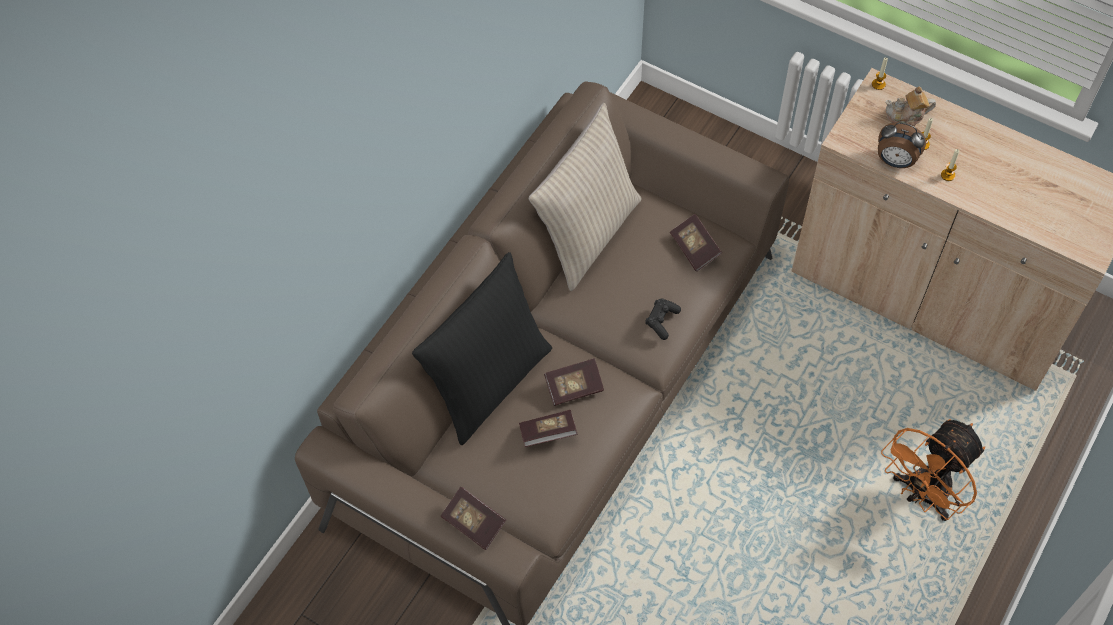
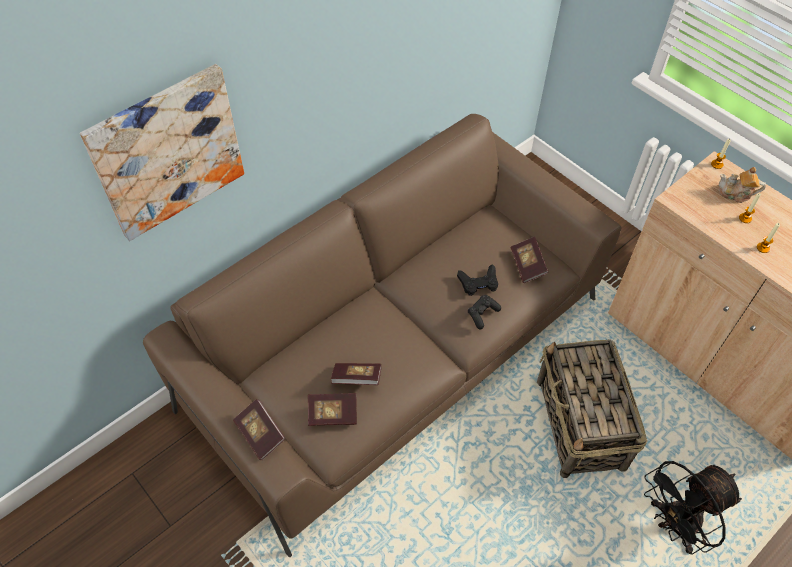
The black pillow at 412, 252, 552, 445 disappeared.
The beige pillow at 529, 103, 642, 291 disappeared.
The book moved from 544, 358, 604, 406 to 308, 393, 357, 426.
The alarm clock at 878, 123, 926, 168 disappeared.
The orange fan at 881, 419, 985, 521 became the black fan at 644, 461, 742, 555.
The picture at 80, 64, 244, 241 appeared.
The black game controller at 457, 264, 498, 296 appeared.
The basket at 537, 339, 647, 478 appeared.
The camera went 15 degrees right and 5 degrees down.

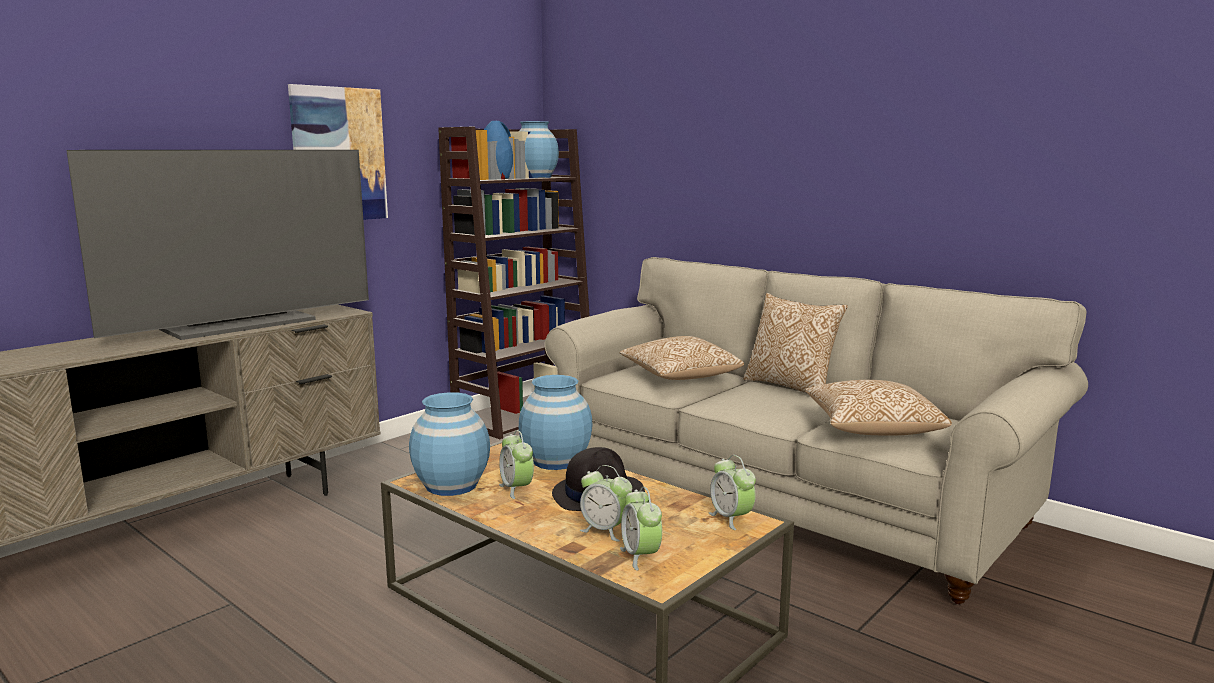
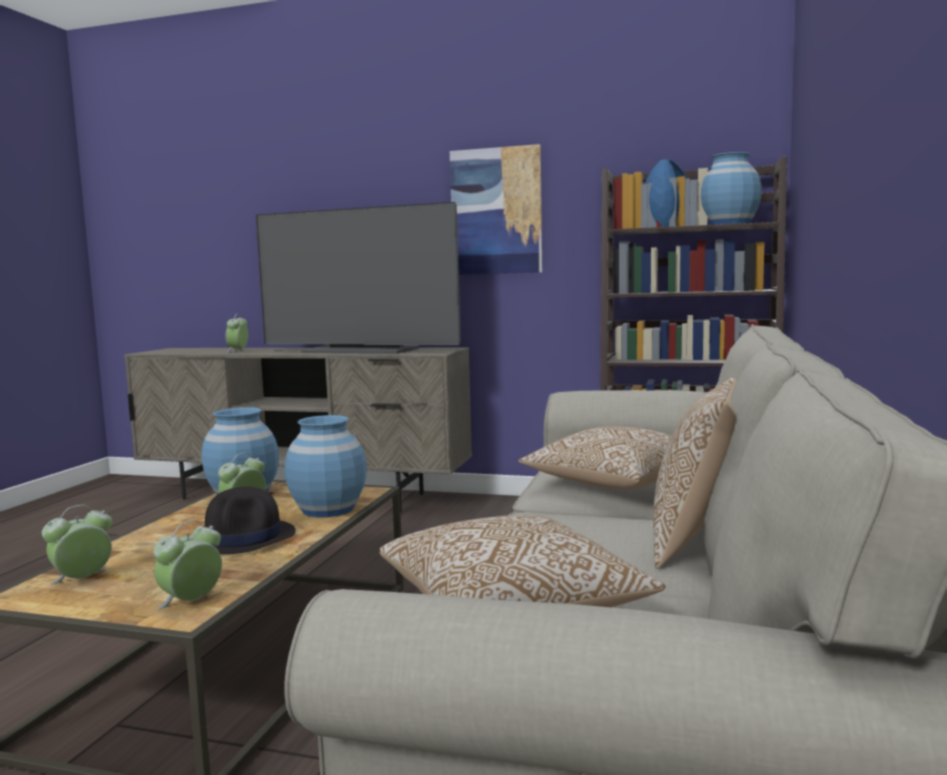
The alarm clock moved from 580, 465, 632, 542 to 225, 313, 248, 353.
The camera went 65 degrees right and 5 degrees down.

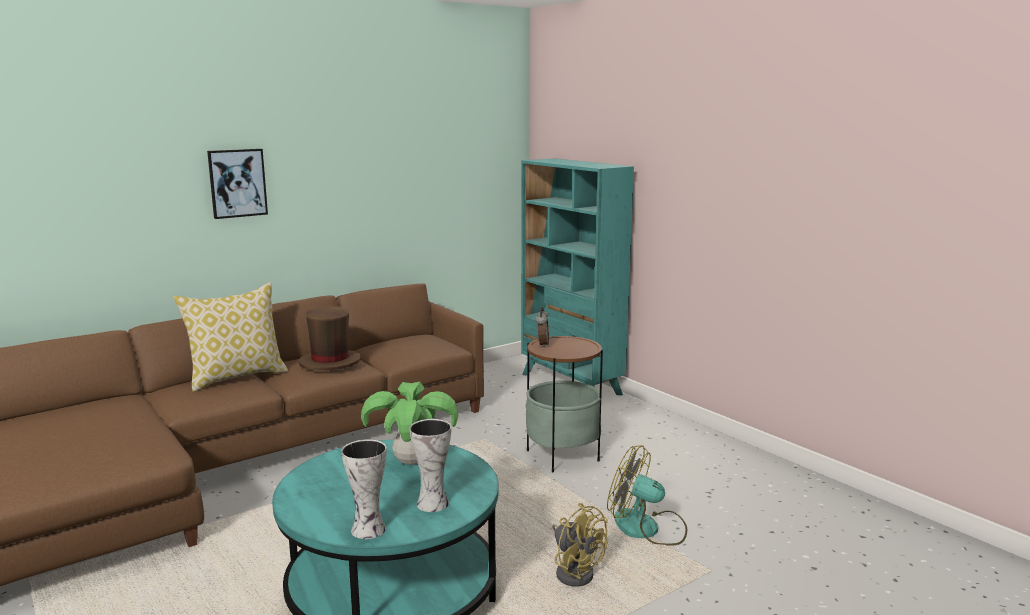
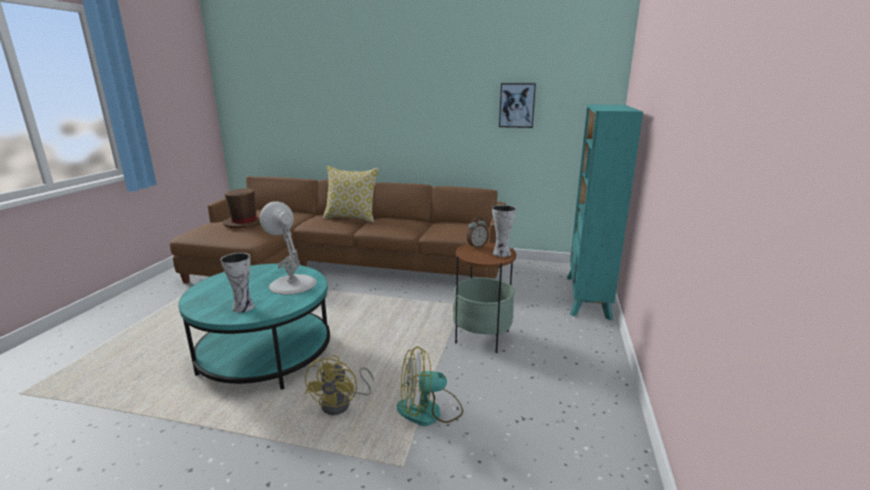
The picture moved from 207, 149, 268, 219 to 499, 83, 536, 128.
The brown hat moved from 298, 306, 361, 371 to 223, 188, 260, 228.
The vase moved from 341, 439, 387, 539 to 492, 205, 516, 257.
The potted plant at 361, 382, 458, 465 was replaced by the white table lamp at 260, 201, 317, 295.
The fan at 607, 445, 687, 546 turned 90 degrees counterclockwise.
The camera went 50 degrees right and 5 degrees up.

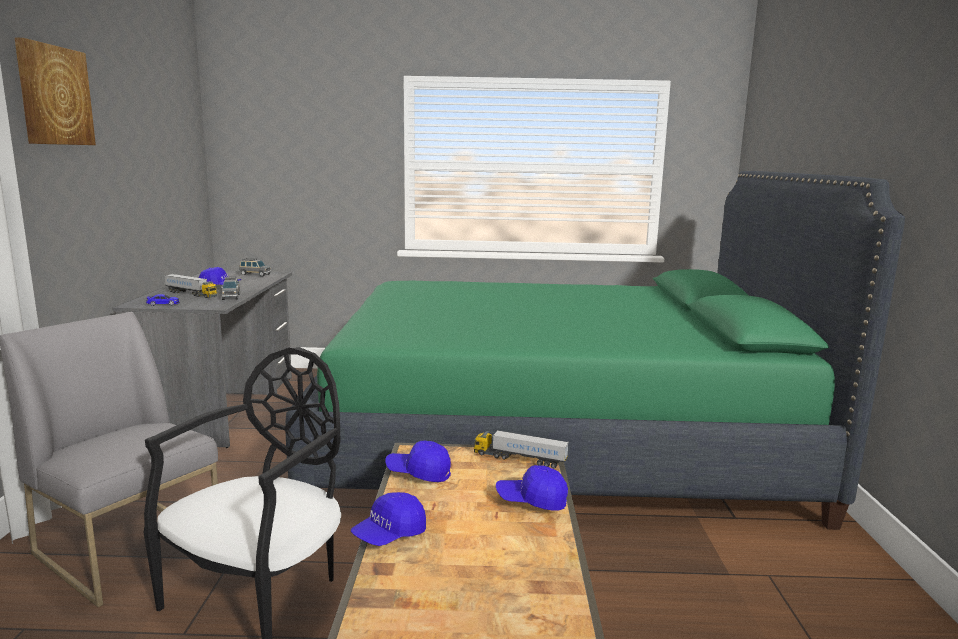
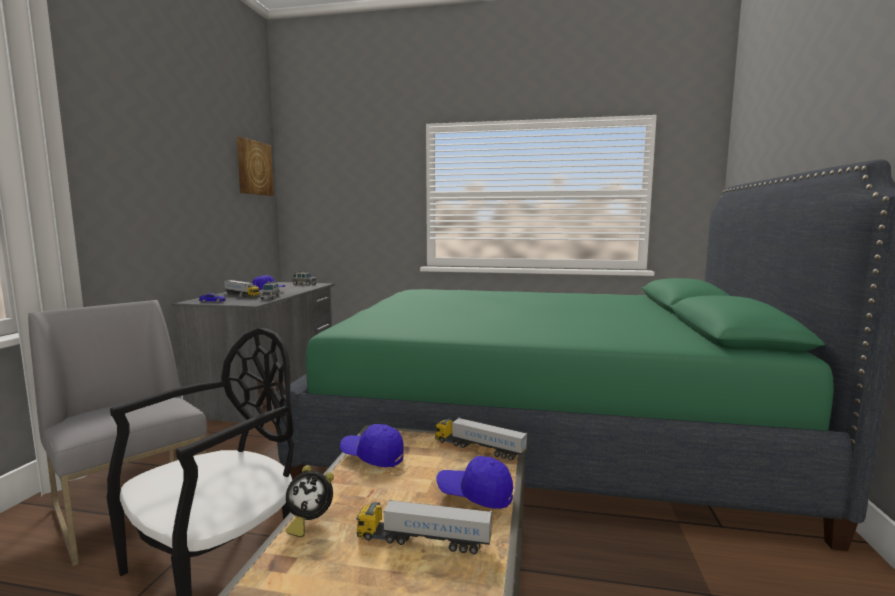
The picture moved from 15, 38, 96, 145 to 237, 137, 274, 196.
The blue cap at 351, 492, 426, 546 was replaced by the alarm clock at 286, 465, 334, 537.
The toy truck at 356, 499, 492, 554 appeared.
The camera went 10 degrees right and 5 degrees down.

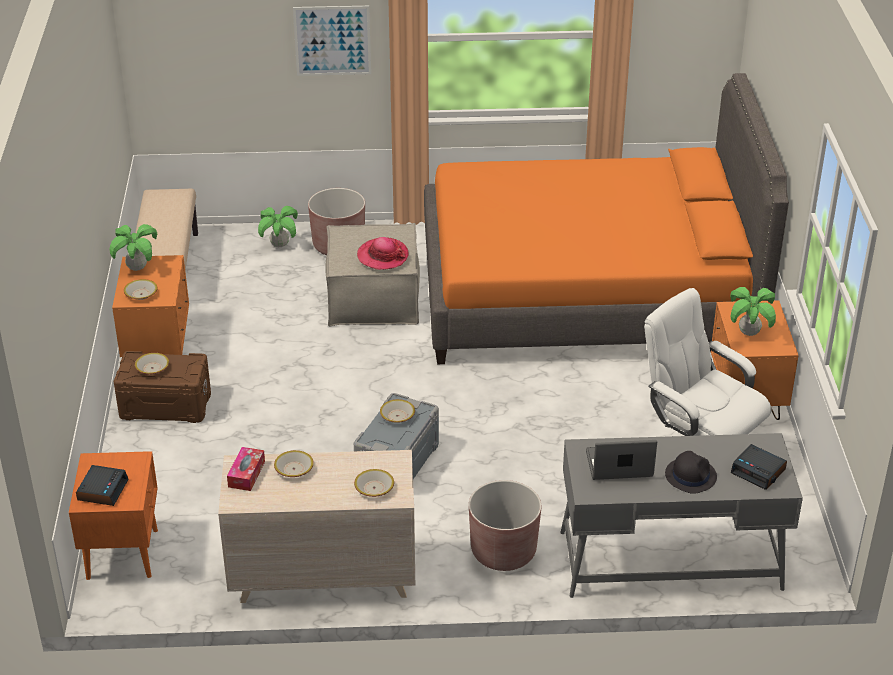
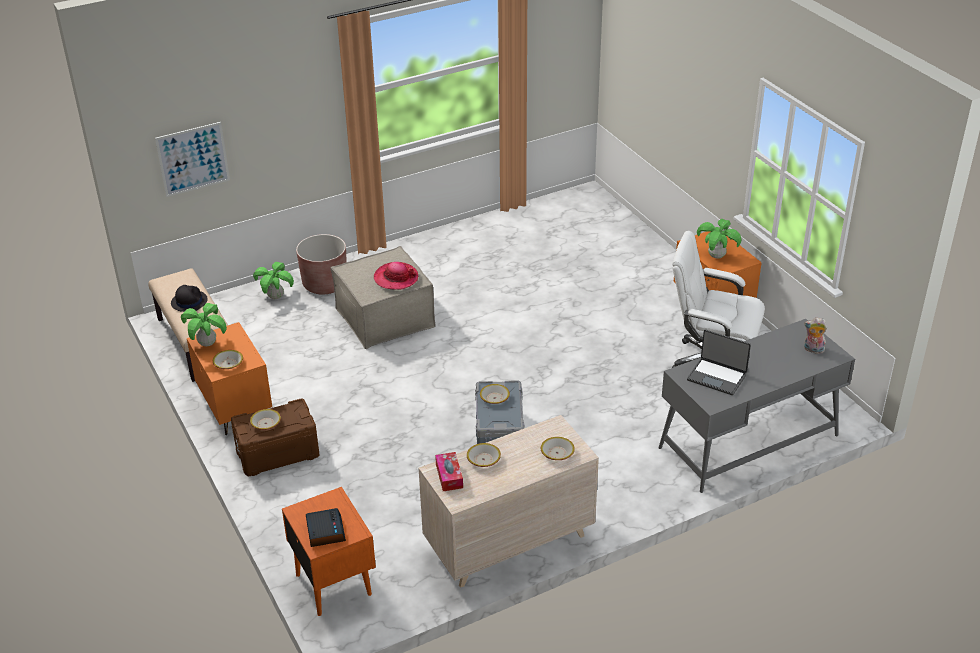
The picture moved from 293, 6, 371, 76 to 155, 122, 230, 197.
The orange bed at 424, 73, 789, 364 disappeared.
The brown planter at 469, 480, 541, 571 disappeared.
The laptop at 586, 440, 657, 480 turned 120 degrees counterclockwise.
The black hat moved from 665, 451, 717, 494 to 171, 285, 208, 312.
The alarm clock at 731, 444, 787, 490 was replaced by the plush toy at 804, 318, 827, 354.
The camera went 25 degrees left and 0 degrees up.

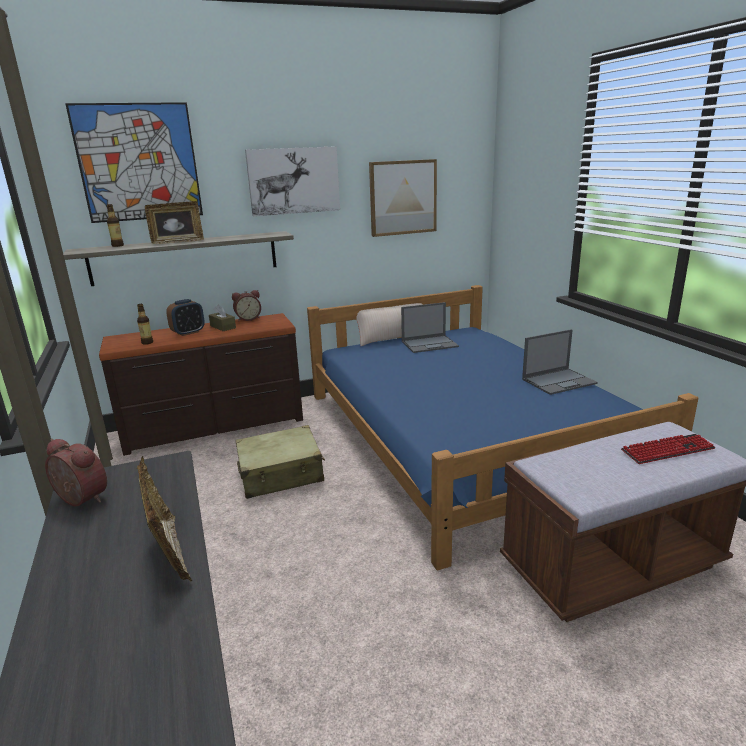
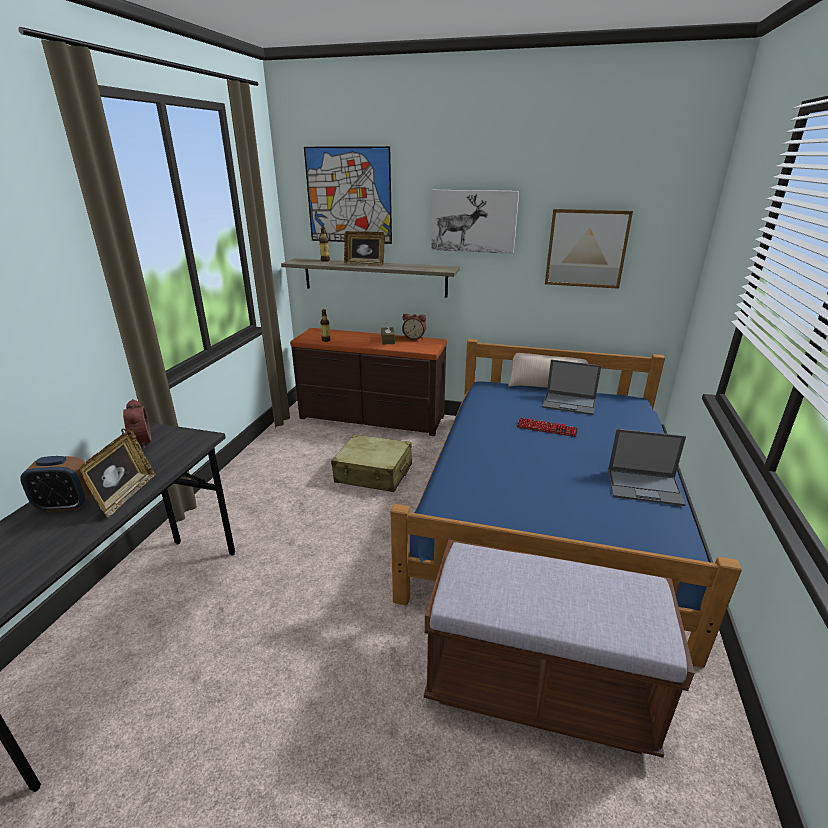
The alarm clock moved from 166, 299, 205, 336 to 20, 456, 91, 512.
The keyboard moved from 621, 434, 715, 464 to 517, 417, 578, 437.
The camera went 35 degrees right and 5 degrees up.

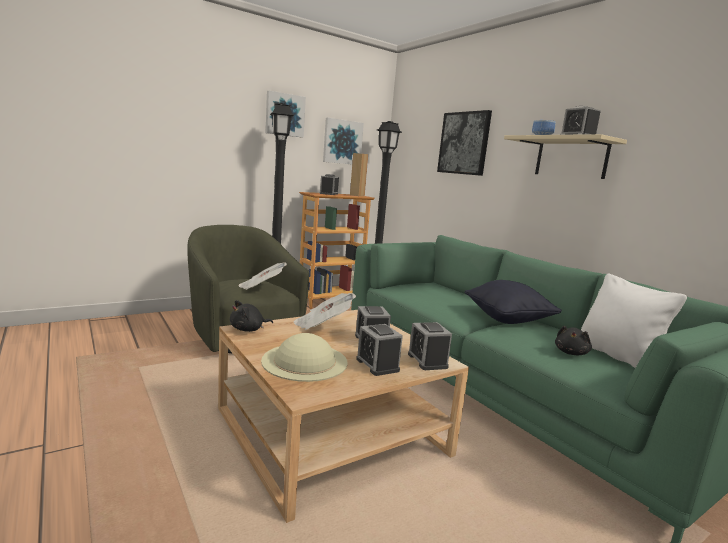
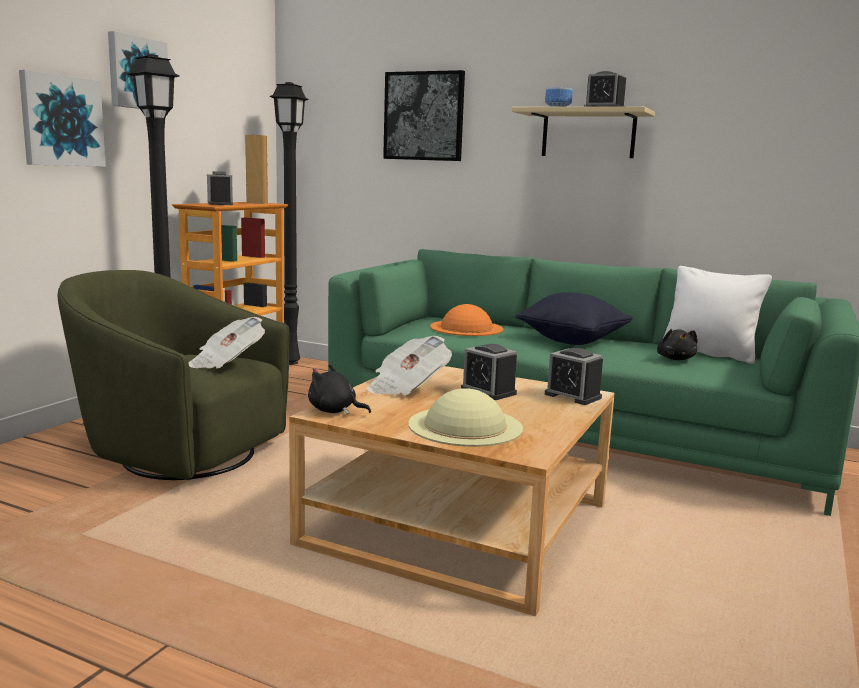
The black plush toy at 230, 300, 273, 332 turned 90 degrees clockwise.
The picture moved from 323, 118, 364, 164 to 19, 70, 106, 167.
The alarm clock at 356, 324, 403, 376 disappeared.
The orange hat at 430, 304, 503, 336 appeared.
The camera went 30 degrees left and 0 degrees up.

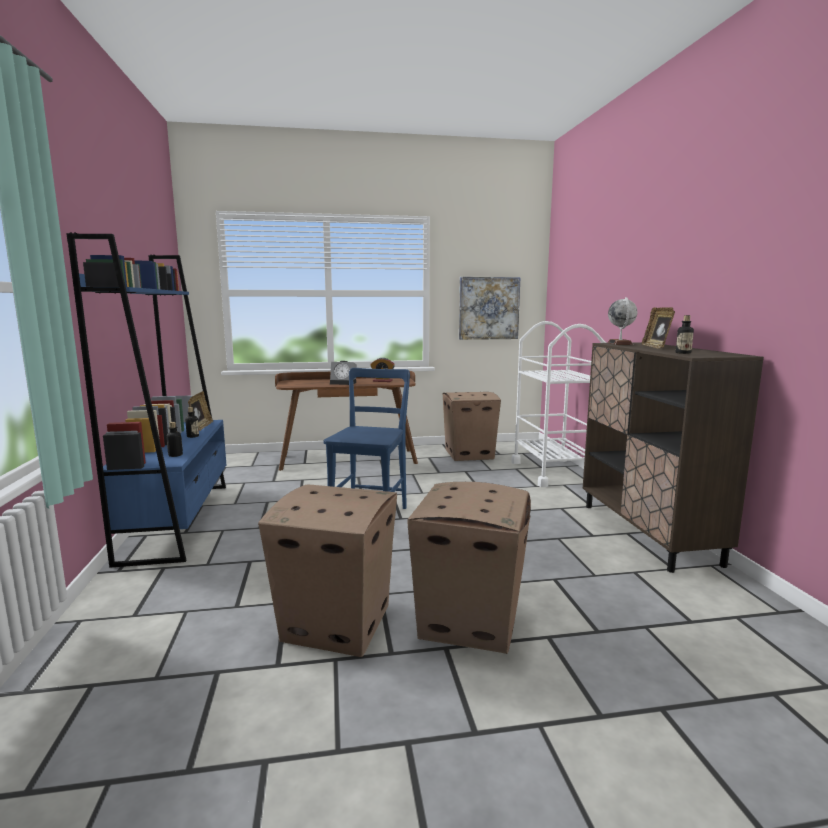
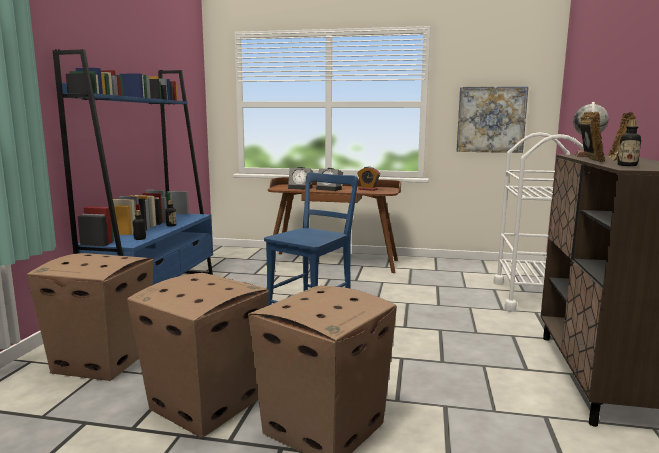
The picture frame moved from 188, 391, 213, 431 to 580, 112, 605, 162.
The cardboard box moved from 442, 392, 501, 461 to 27, 253, 154, 381.
The alarm clock at 288, 167, 313, 189 appeared.
The camera went 20 degrees right and 0 degrees up.

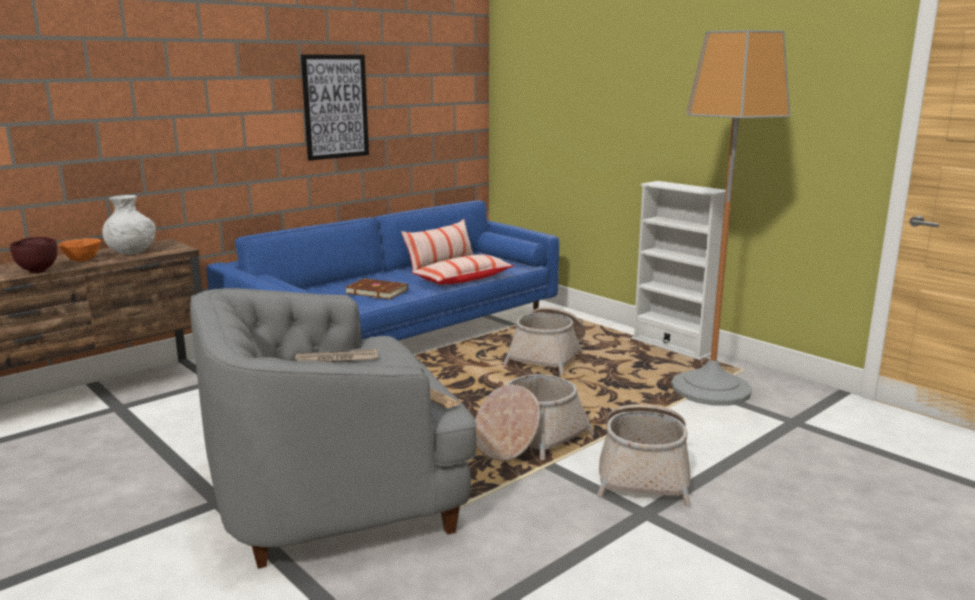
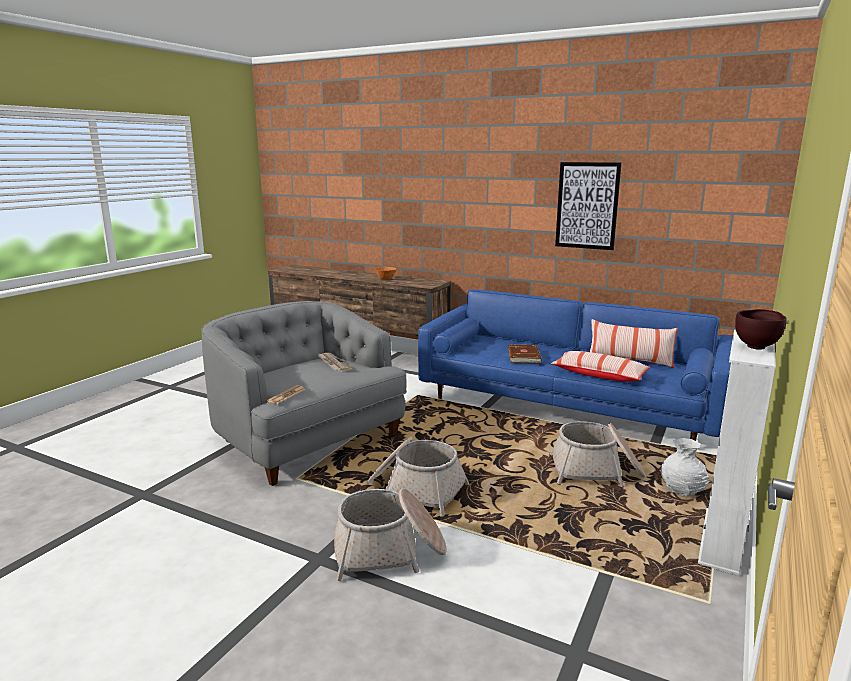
The brown bowl moved from 10, 237, 57, 273 to 735, 309, 787, 350.
The white vase moved from 102, 195, 156, 255 to 661, 438, 710, 496.
The floor lamp at 671, 30, 790, 406 disappeared.
The camera went 70 degrees right and 0 degrees up.

